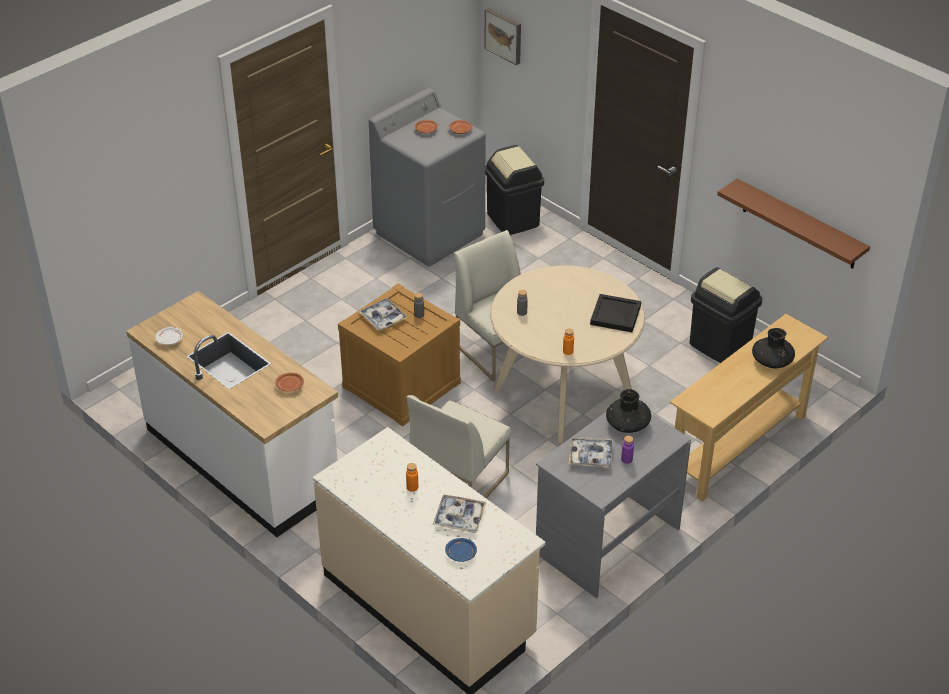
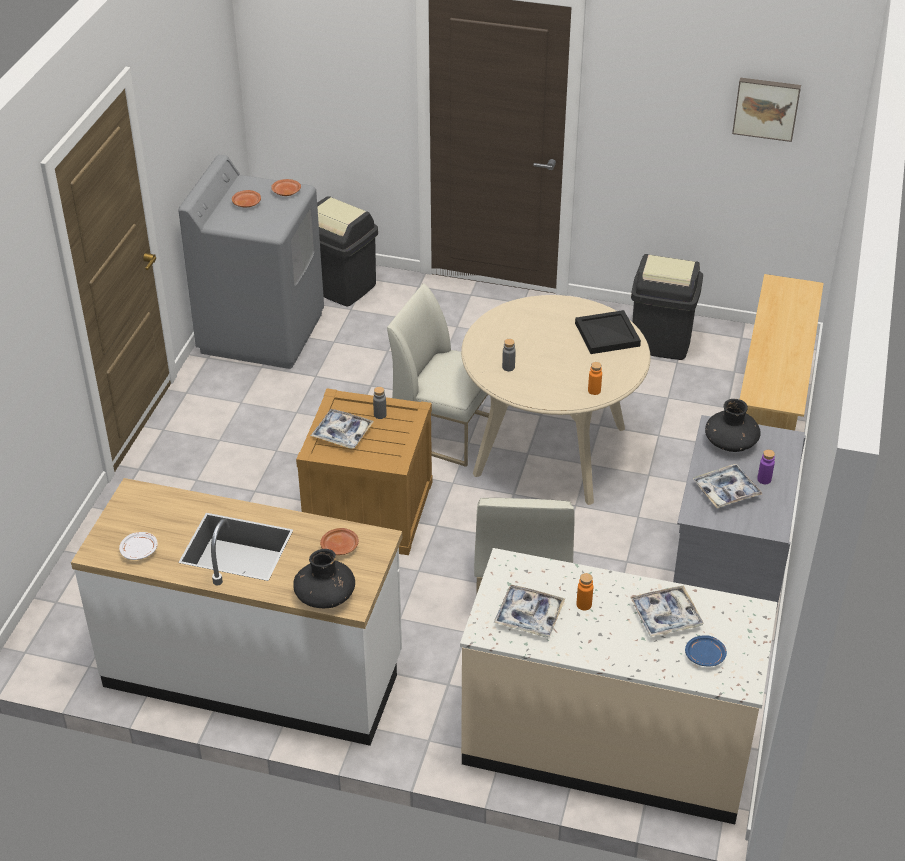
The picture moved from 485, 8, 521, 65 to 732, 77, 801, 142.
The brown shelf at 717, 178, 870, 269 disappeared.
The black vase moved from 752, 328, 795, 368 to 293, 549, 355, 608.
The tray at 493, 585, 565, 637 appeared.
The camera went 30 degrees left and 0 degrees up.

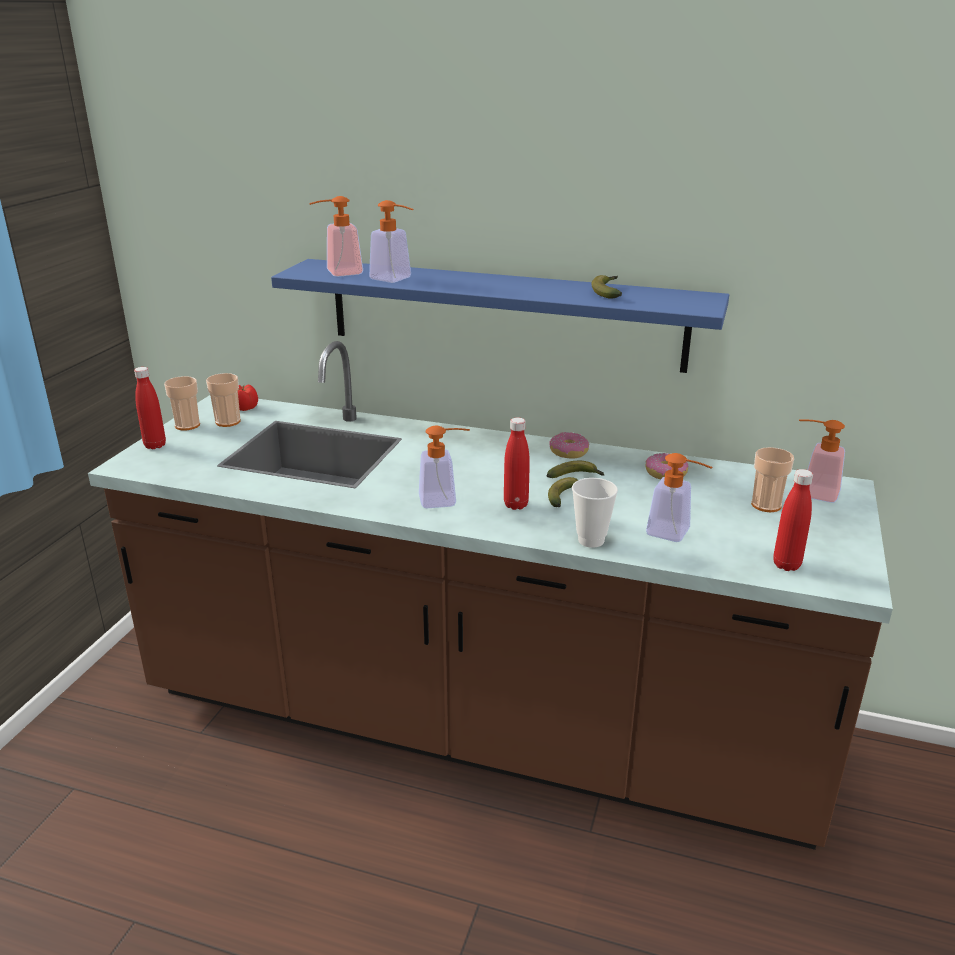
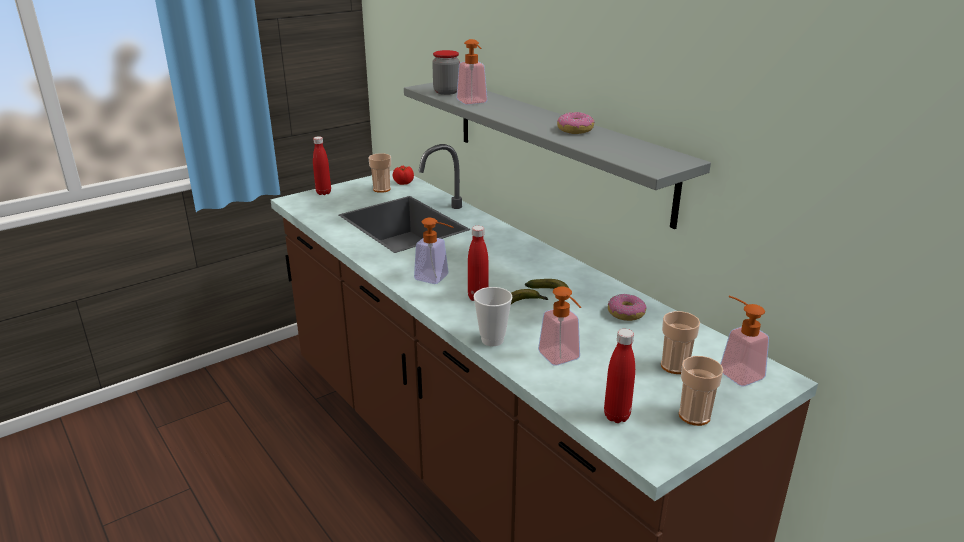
The cup moved from 164, 376, 200, 431 to 679, 356, 723, 426.
The blue shelf at 271, 259, 729, 373 became the grey shelf at 404, 83, 711, 229.
The soap dispenser at 309, 196, 363, 277 was replaced by the jar at 432, 50, 460, 95.
The donut moved from 550, 432, 589, 458 to 557, 112, 594, 134.
The banana at 591, 275, 622, 299 disappeared.
The camera went 35 degrees right and 0 degrees up.

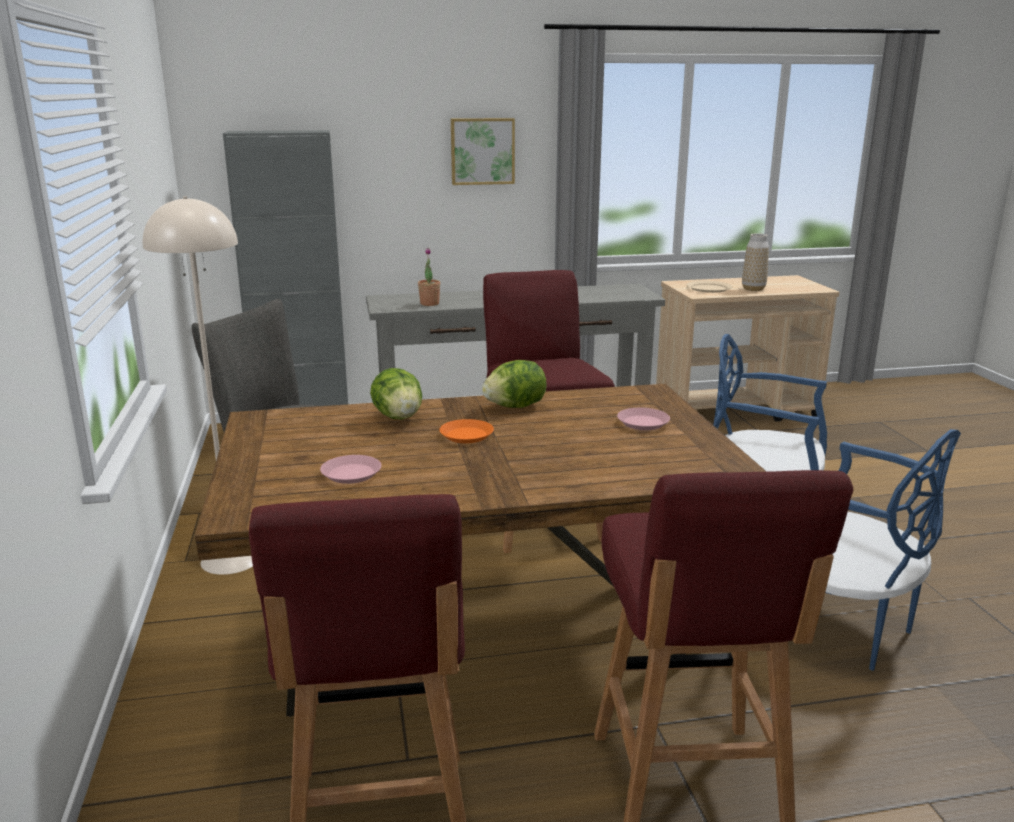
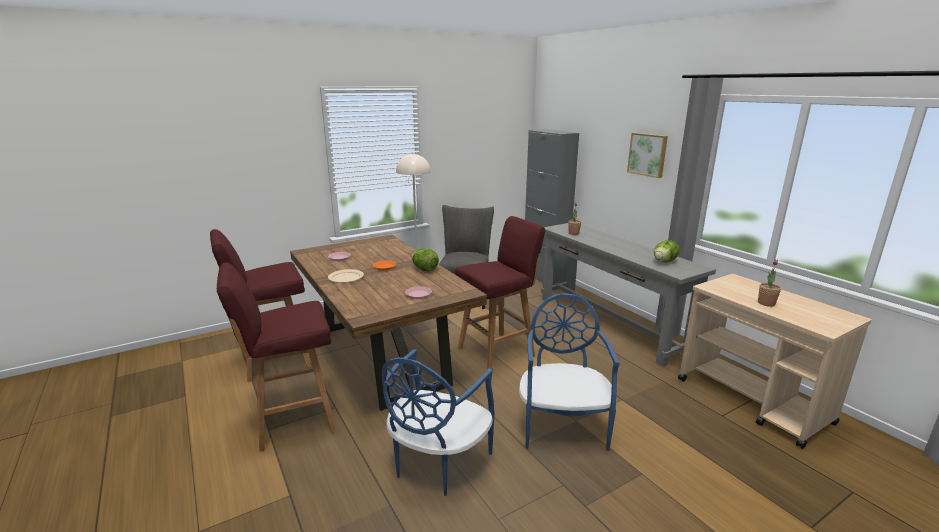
The lettuce moved from 370, 368, 422, 420 to 654, 240, 680, 262.
The beige plate moved from 686, 281, 733, 293 to 328, 269, 364, 283.
The vase at 742, 234, 769, 291 was replaced by the potted plant at 758, 259, 781, 307.
The camera went 70 degrees right and 0 degrees up.

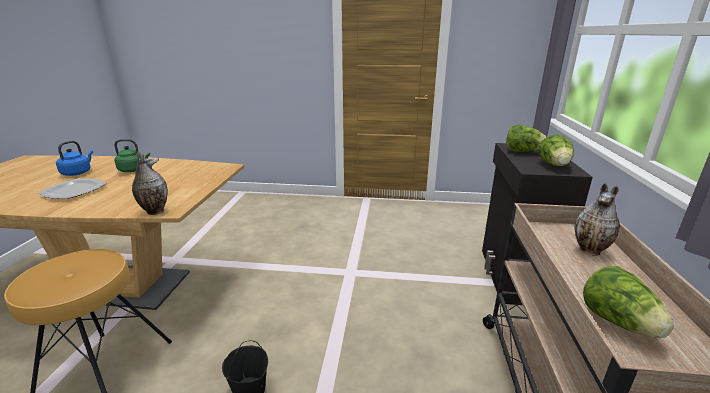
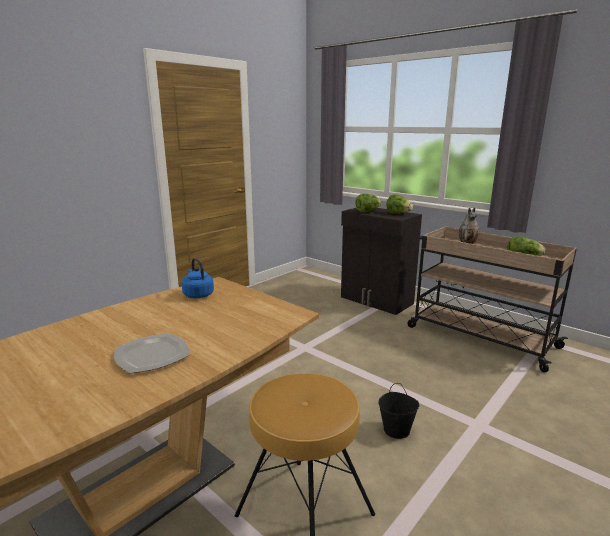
The blue kettle moved from 56, 141, 93, 176 to 182, 258, 214, 298.
The green kettle at 114, 139, 150, 172 disappeared.
The vase at 132, 151, 168, 215 disappeared.
The camera went 55 degrees left and 5 degrees down.

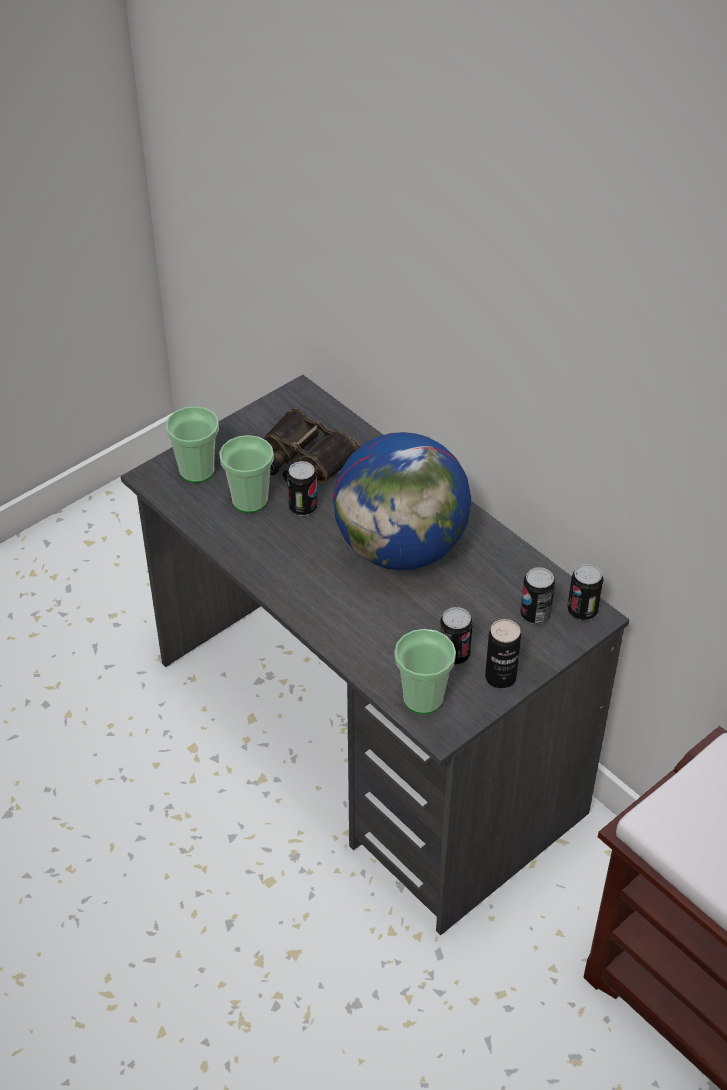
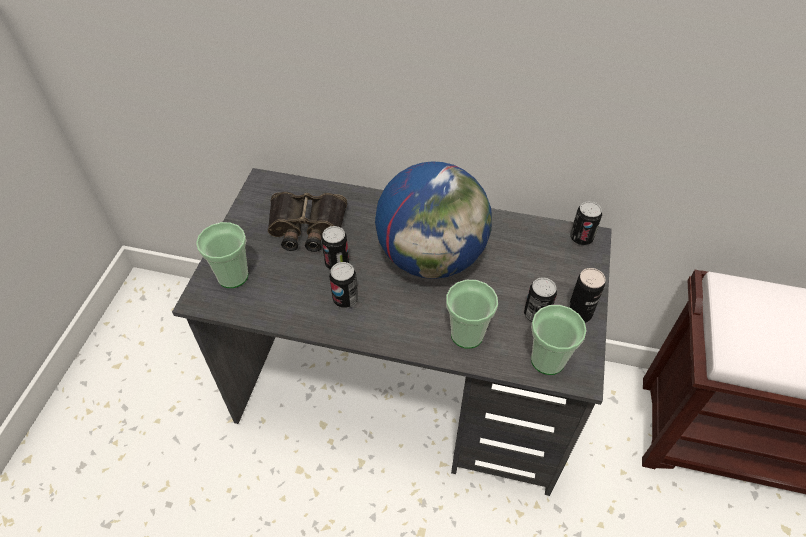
The cup moved from 219, 435, 274, 513 to 446, 280, 498, 349.
The can moved from 520, 567, 555, 624 to 329, 262, 358, 308.
The camera went 35 degrees left and 5 degrees up.

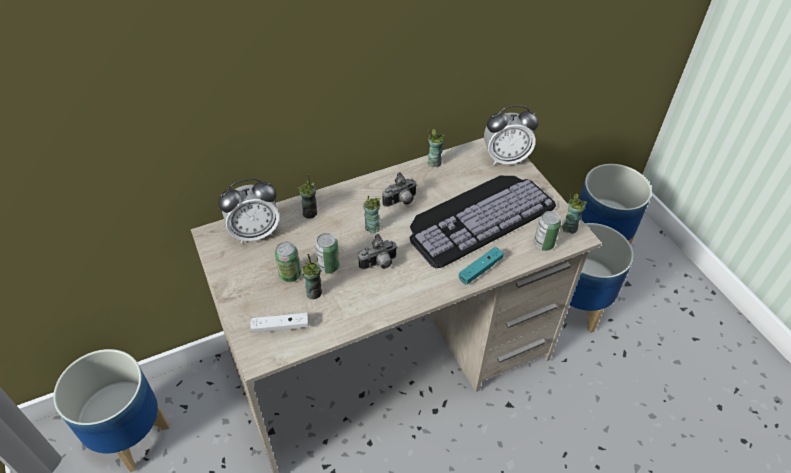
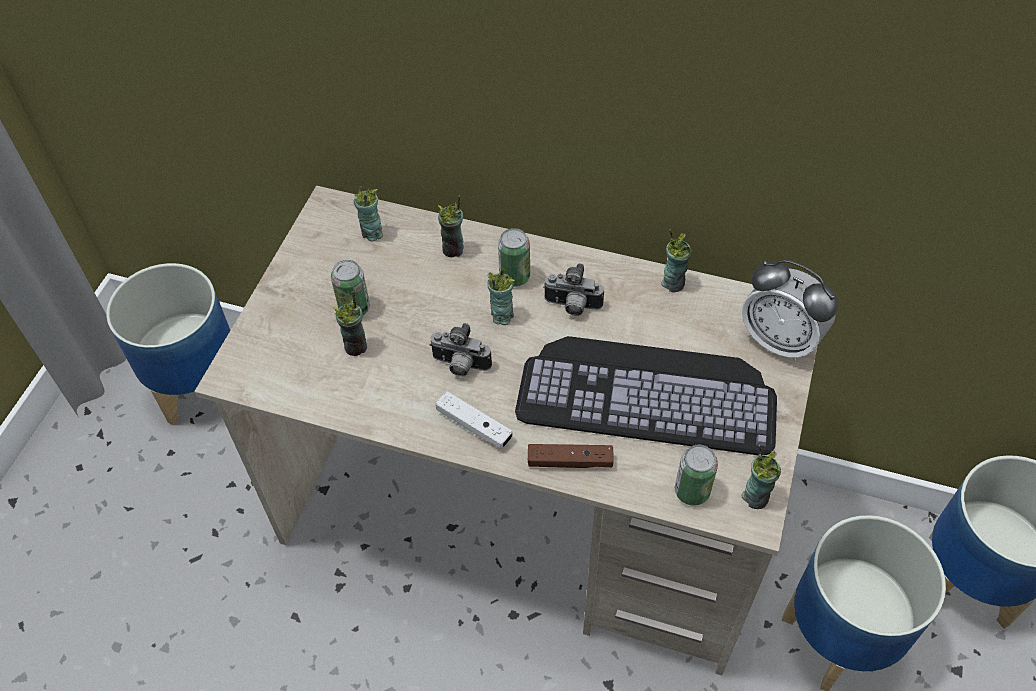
The alarm clock at 218, 178, 280, 244 was replaced by the cup at 354, 186, 383, 241.
The white game controller moved from 251, 313, 309, 333 to 436, 391, 513, 449.
The can moved from 315, 233, 339, 274 to 498, 228, 530, 287.
The turquoise game controller at 459, 247, 504, 285 became the brown game controller at 528, 444, 614, 468.
The camera went 45 degrees right and 5 degrees up.

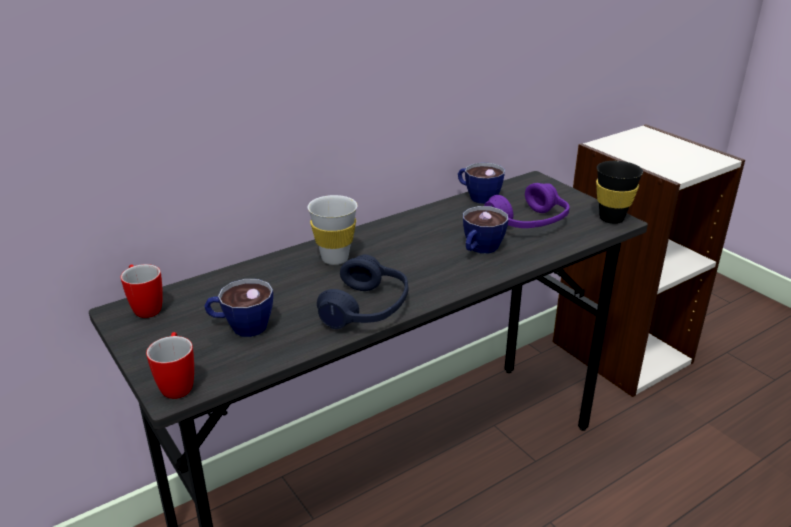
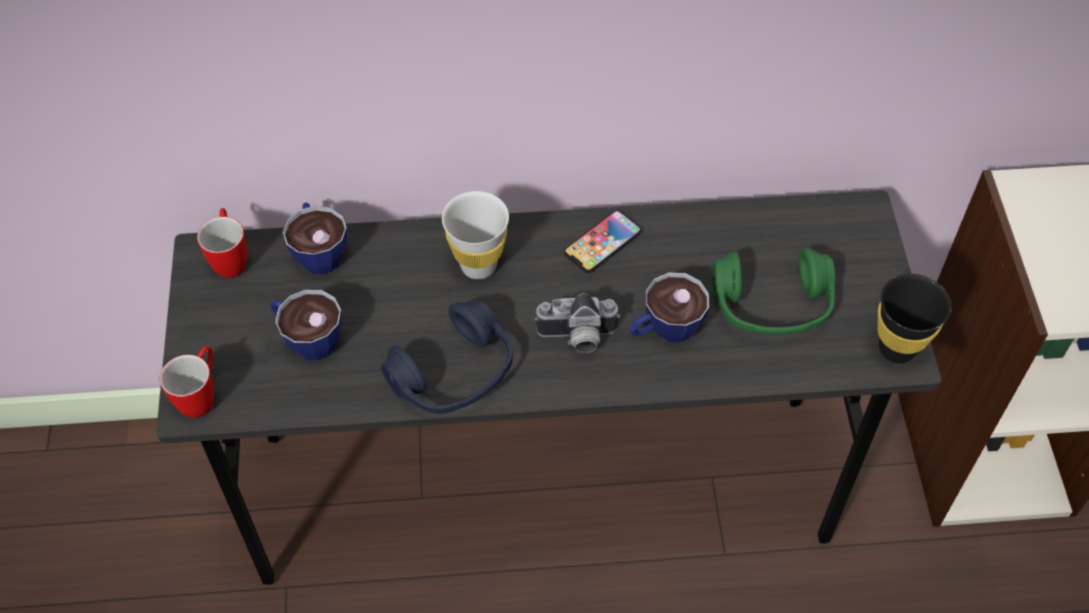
The cup moved from 458, 163, 505, 204 to 283, 202, 347, 274.
The purple headphones at 484, 183, 570, 228 became the green headphones at 712, 248, 835, 334.
The photo camera at 535, 293, 620, 353 appeared.
The phone at 564, 210, 641, 273 appeared.
The camera went 30 degrees right and 25 degrees up.

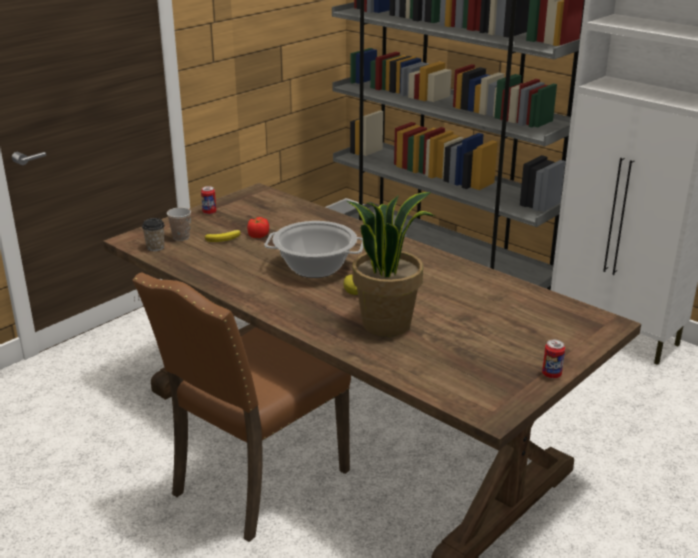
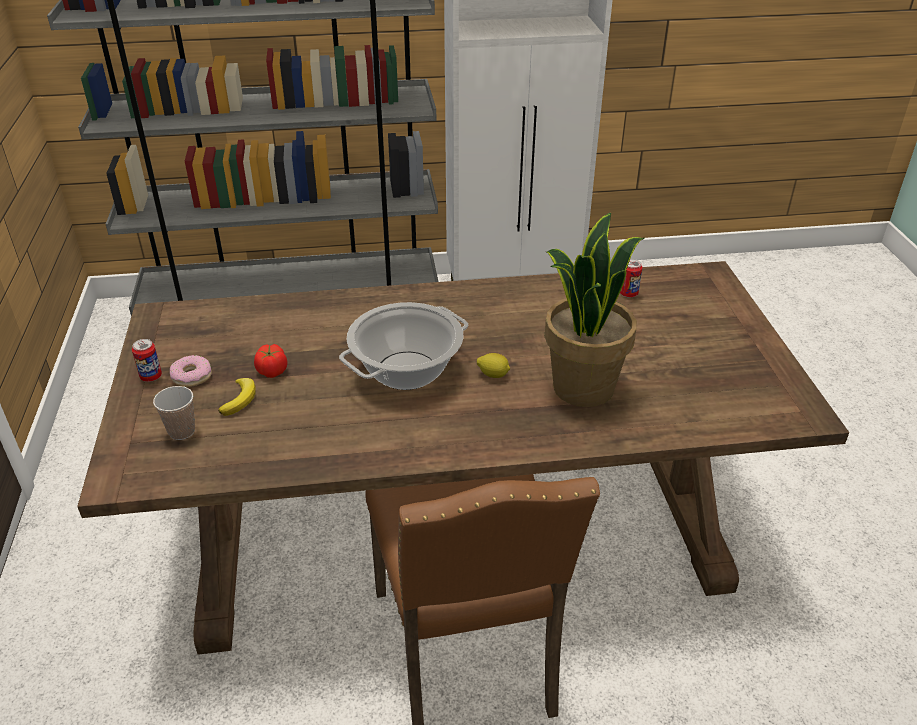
The cup at 142, 218, 165, 251 disappeared.
The can moved from 542, 340, 565, 379 to 620, 259, 642, 298.
The donut at 170, 355, 212, 387 appeared.
The camera went 50 degrees left and 10 degrees up.

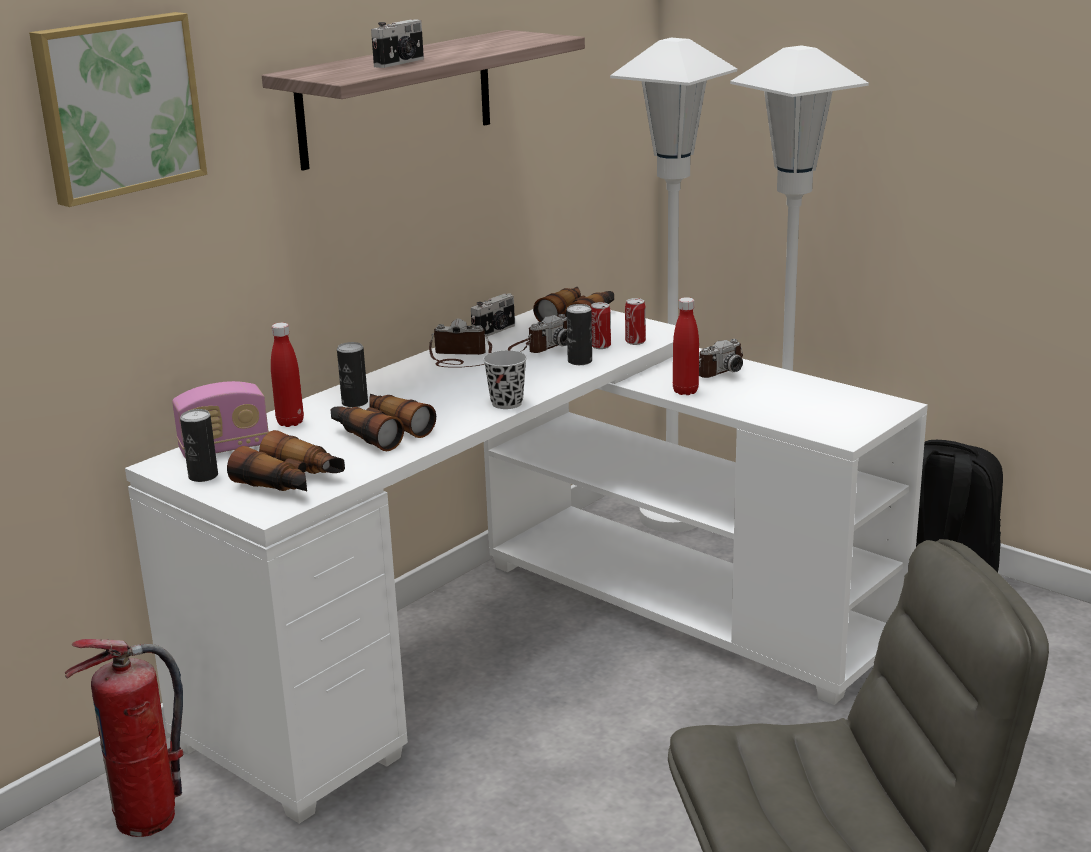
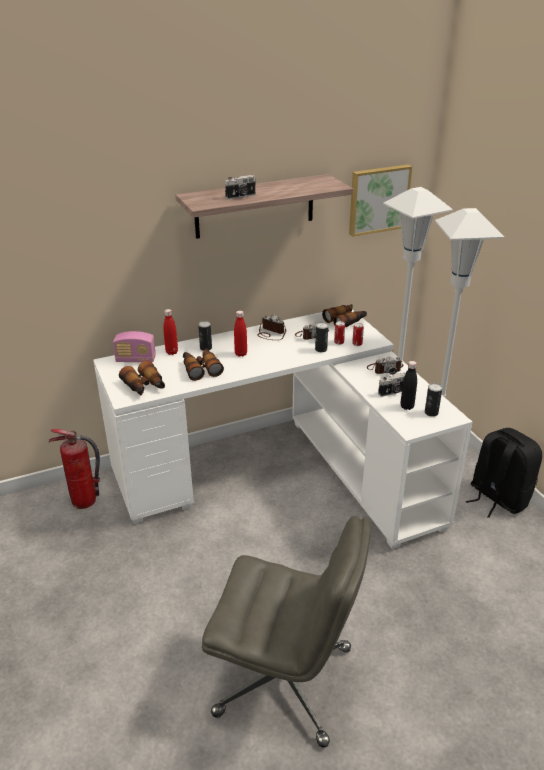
The picture moved from 29, 12, 207, 207 to 349, 165, 412, 237.
The can moved from 180, 409, 218, 482 to 425, 383, 442, 417.
The photo camera moved from 471, 294, 515, 337 to 378, 372, 406, 397.
The black cup at 483, 350, 527, 409 disappeared.
The red bottle moved from 673, 297, 699, 395 to 234, 311, 247, 357.
The black bottle at 400, 361, 417, 410 appeared.
The camera went 25 degrees right and 10 degrees up.

